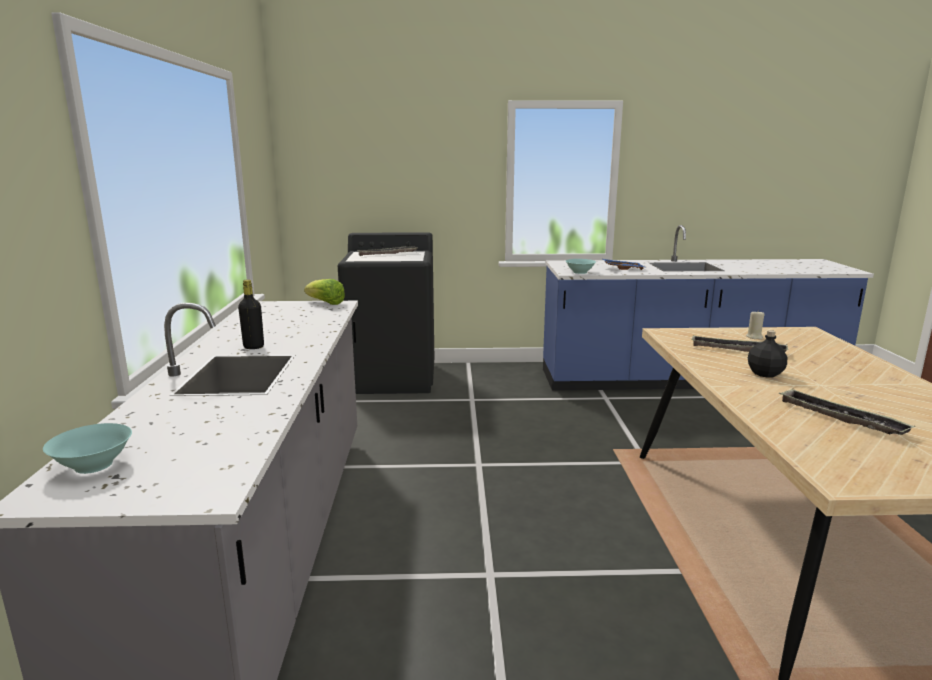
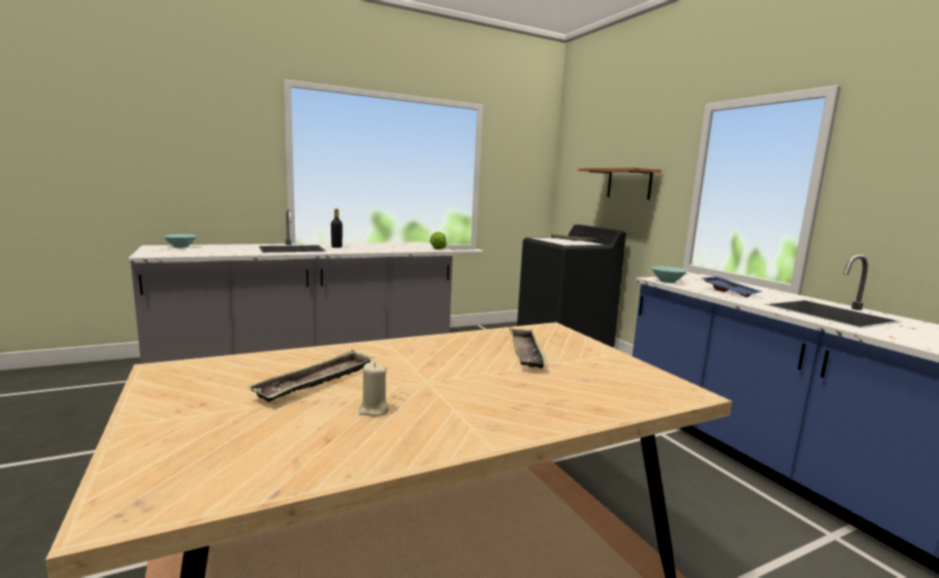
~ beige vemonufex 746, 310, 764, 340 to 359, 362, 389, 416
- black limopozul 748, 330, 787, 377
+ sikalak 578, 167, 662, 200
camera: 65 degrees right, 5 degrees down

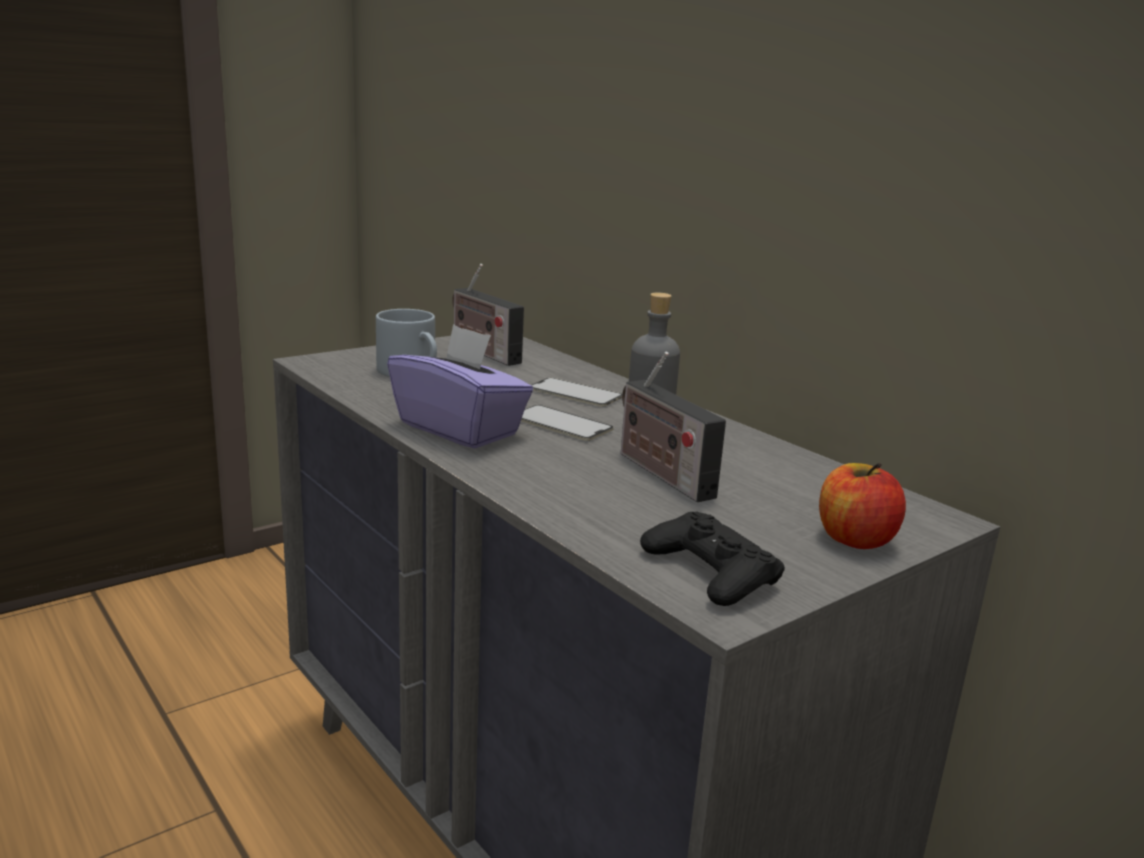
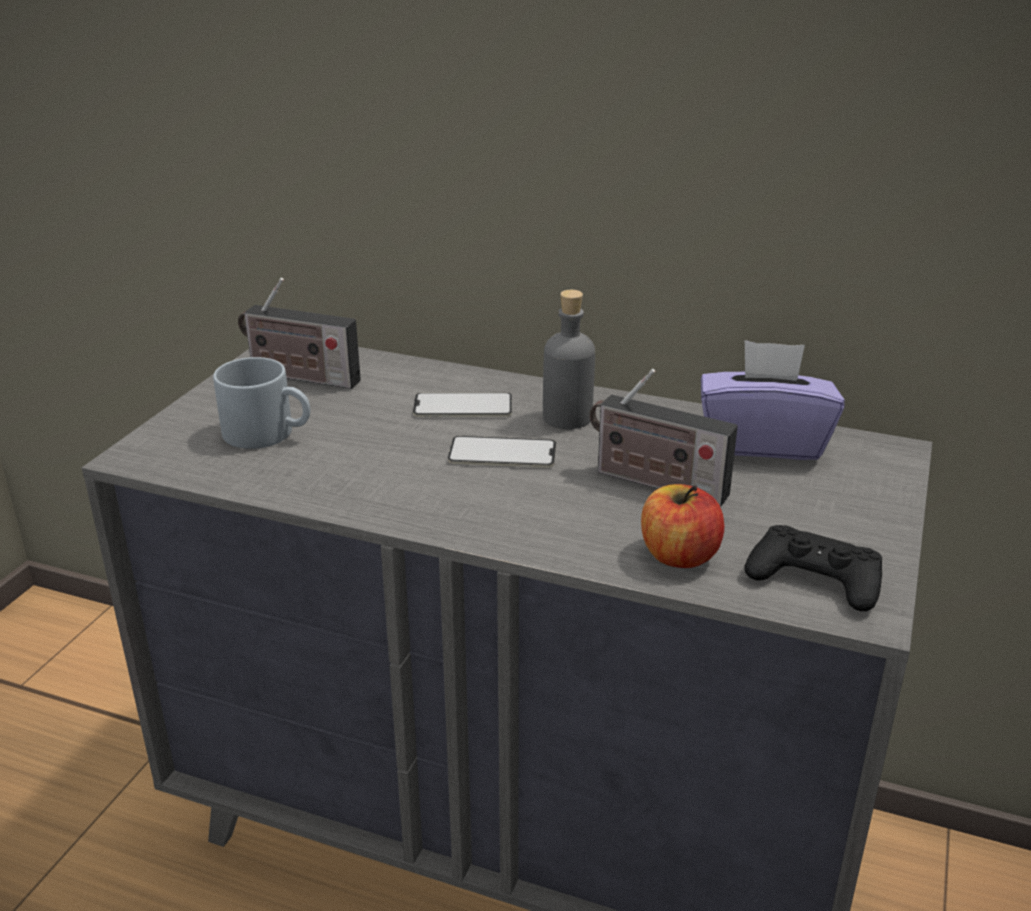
~ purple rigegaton 387, 324, 533, 449 to 701, 340, 845, 460
~ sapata 819, 463, 906, 549 to 641, 484, 724, 568
camera: 30 degrees left, 10 degrees up

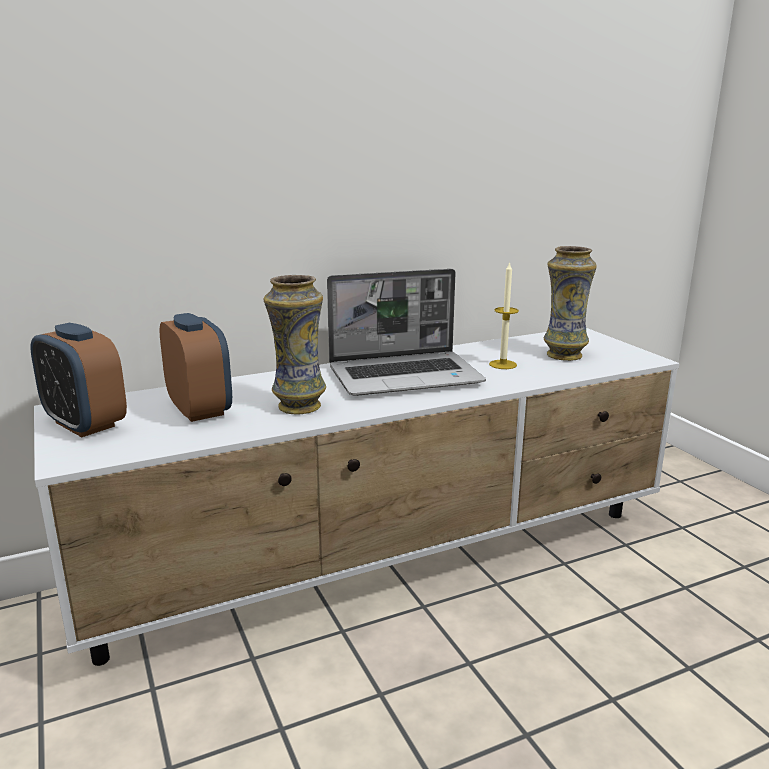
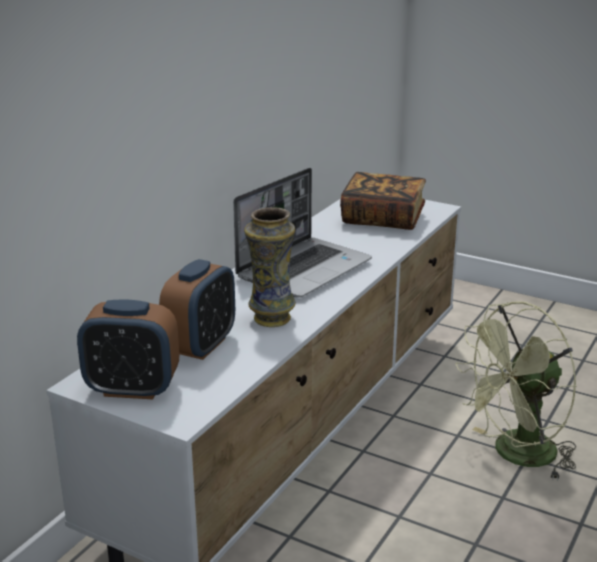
~ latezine 544, 246, 597, 361 to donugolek 340, 172, 426, 230
- vemonufex 489, 261, 519, 369
~ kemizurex 160, 313, 232, 422 = 159, 259, 235, 360 90 degrees clockwise
+ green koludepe 456, 301, 577, 481
camera: 35 degrees left, 5 degrees up

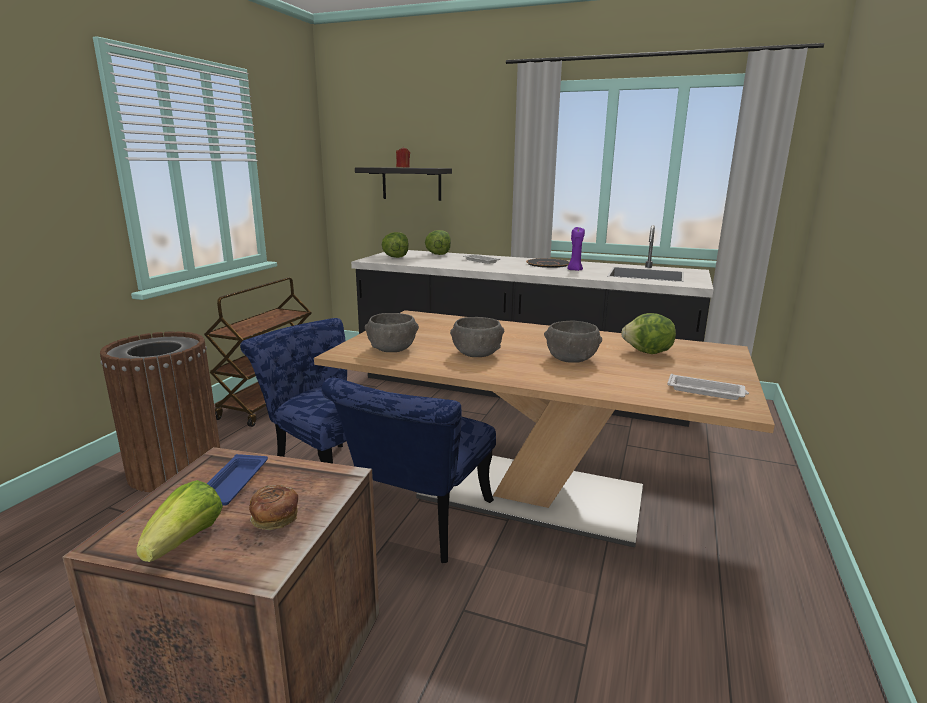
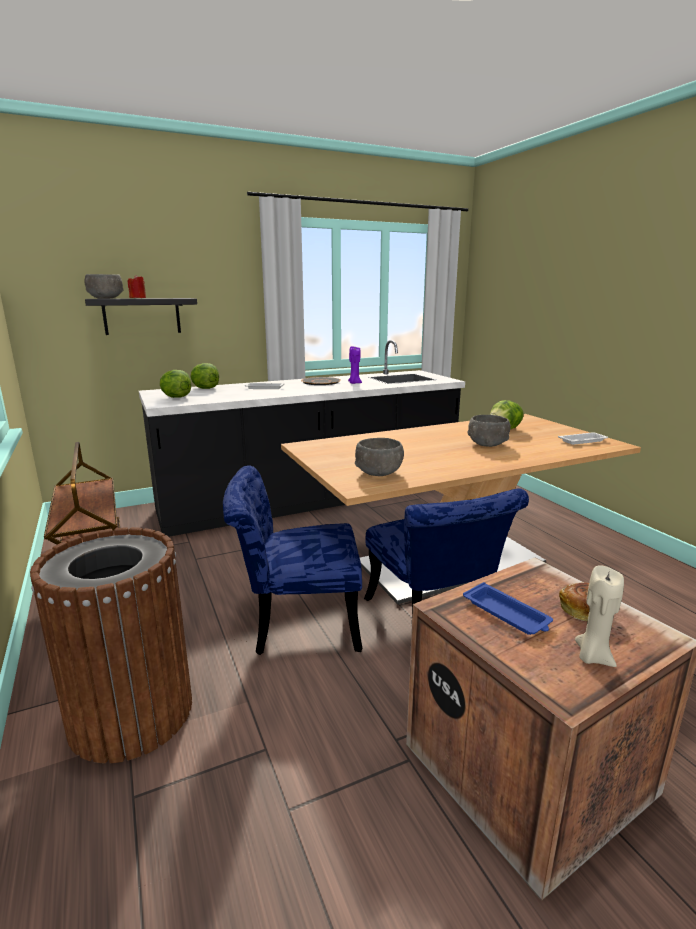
~ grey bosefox 450, 317, 504, 357 to 85, 274, 124, 299
~ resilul 136, 480, 223, 562 to beige vemonufex 575, 565, 624, 667
camera: 45 degrees left, 0 degrees up

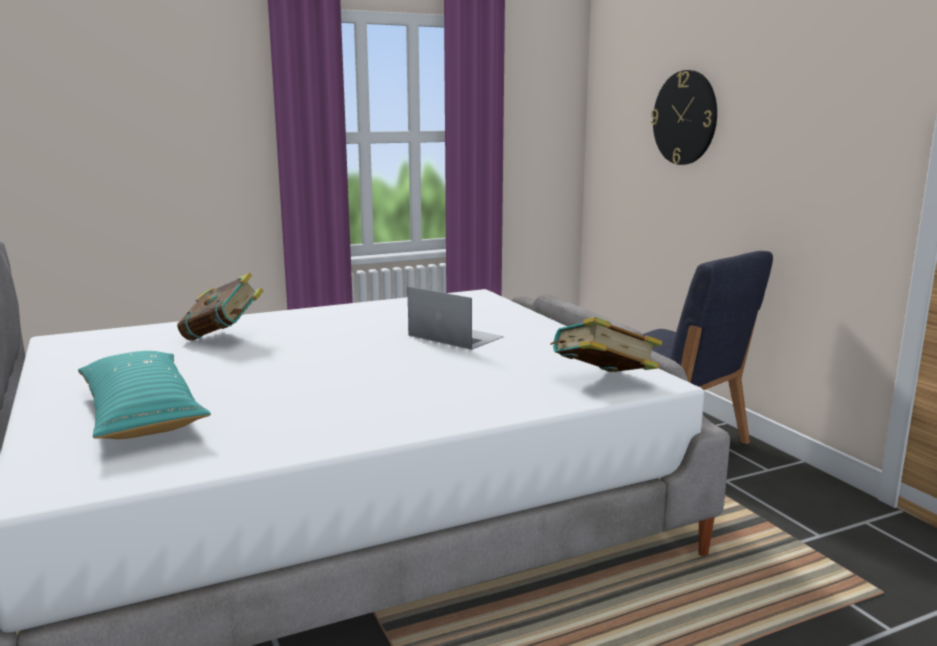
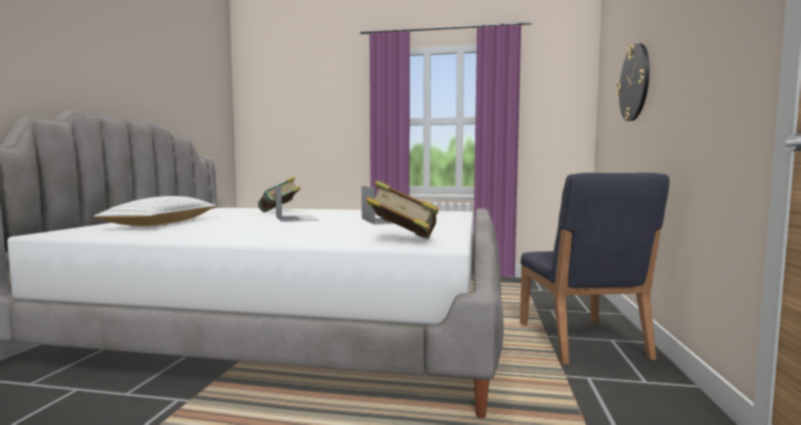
~ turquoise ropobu 78, 351, 211, 439 to white ropobu 94, 196, 217, 226
+ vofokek 275, 185, 319, 222
camera: 35 degrees right, 10 degrees down

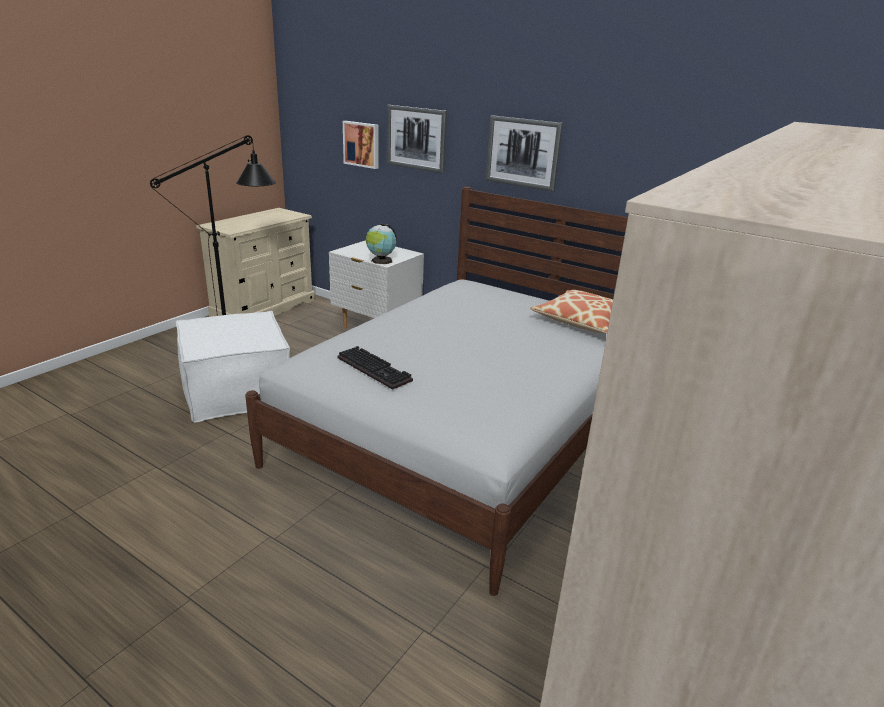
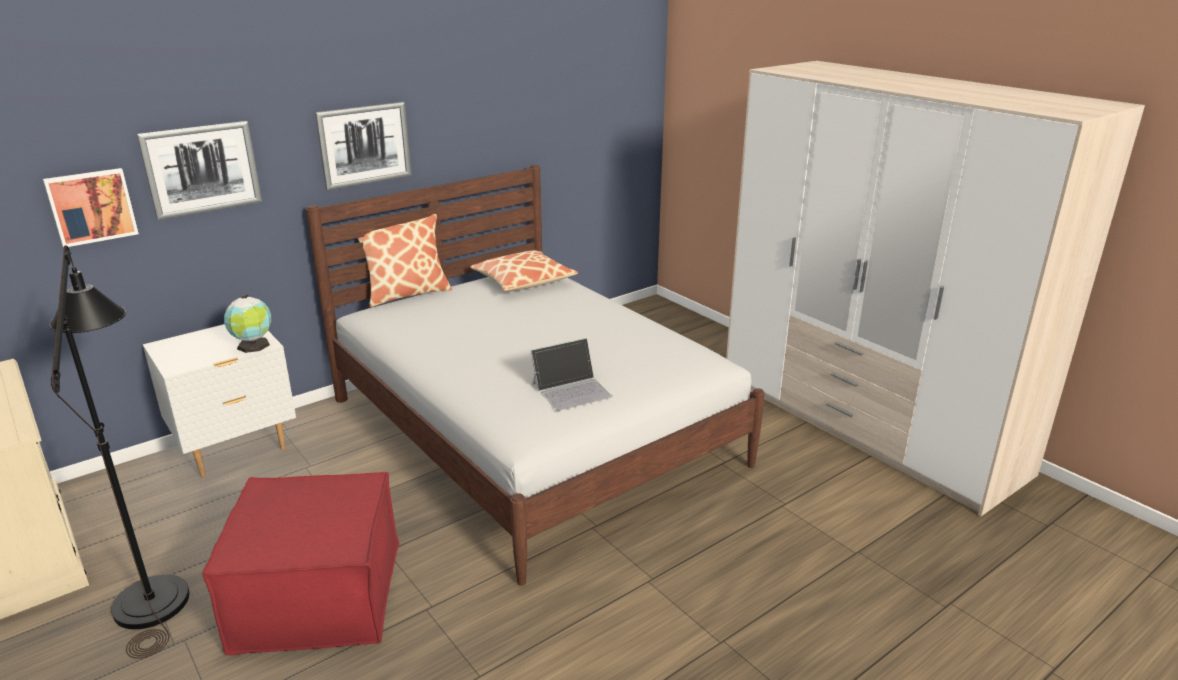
~ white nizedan 176, 311, 290, 423 to red nizedan 202, 472, 399, 656
~ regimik 337, 346, 413, 390 to vofokek 531, 338, 612, 411
+ ropobu 358, 214, 452, 307
camera: 70 degrees left, 0 degrees up

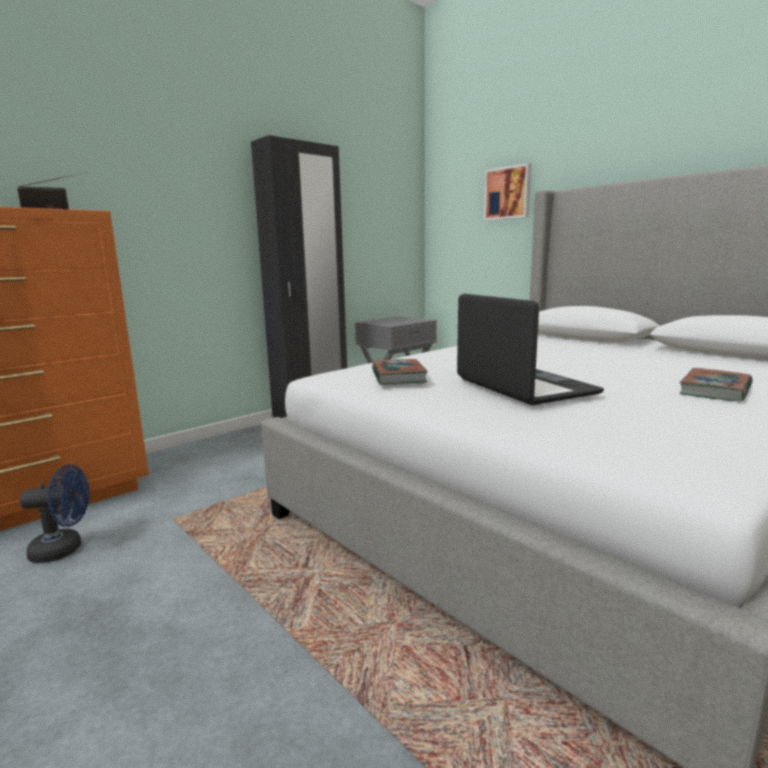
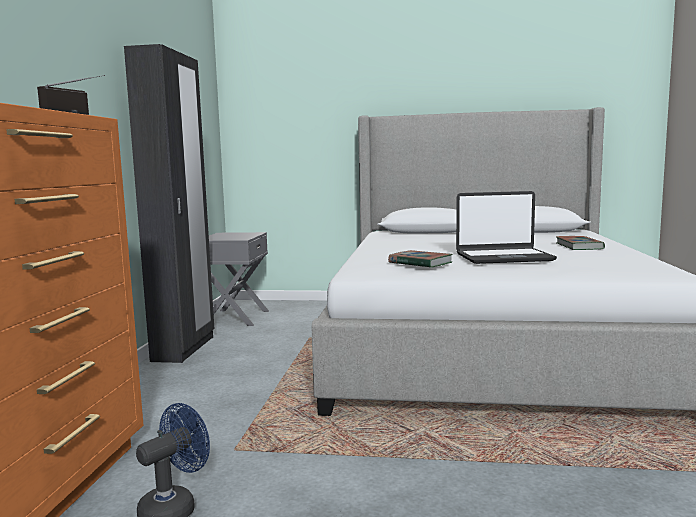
- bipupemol 484, 163, 531, 221
~ vofokek 457, 294, 604, 405 = 456, 191, 557, 264 150 degrees clockwise
camera: 40 degrees left, 5 degrees down

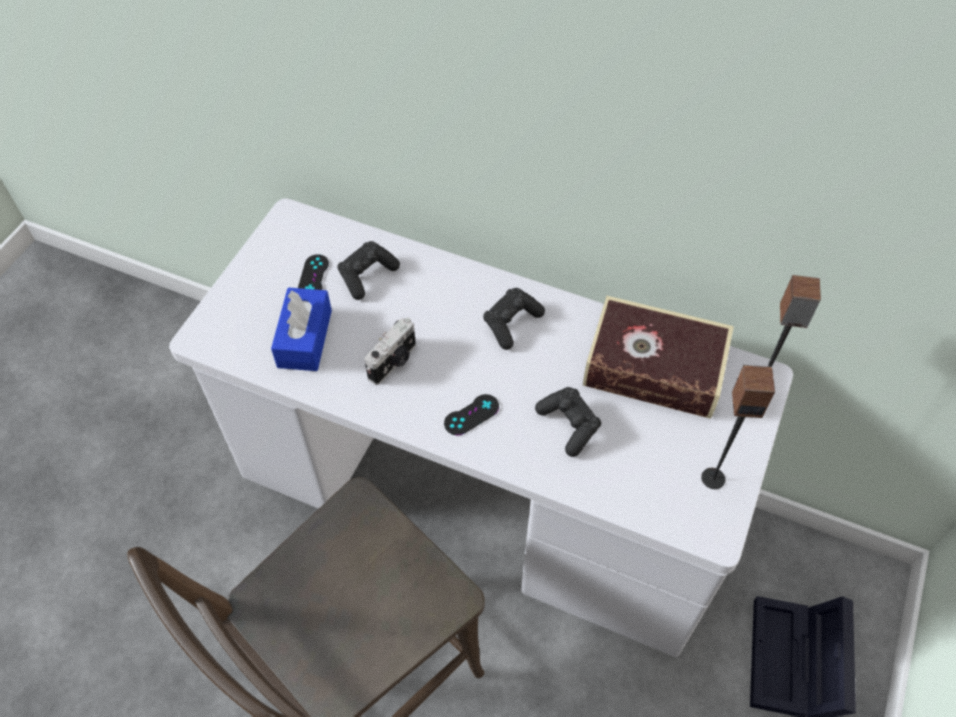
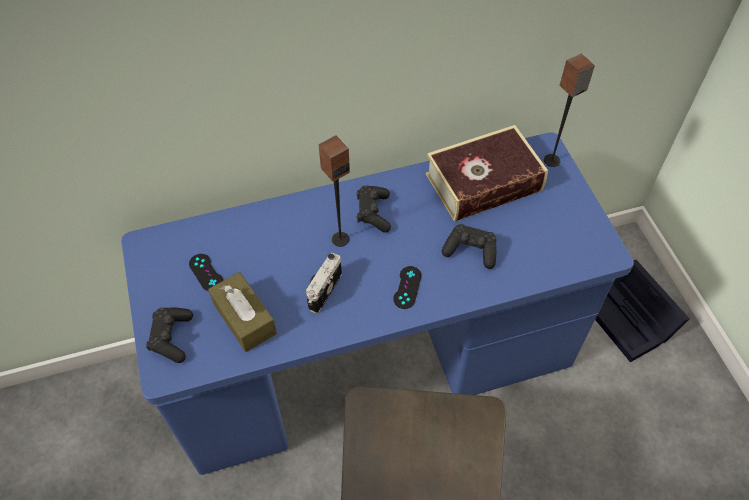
~ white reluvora 169, 198, 793, 657 to blue reluvora 122, 132, 634, 475
~ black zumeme 337, 241, 400, 300 to 146, 308, 193, 363
~ blue rigegaton 271, 287, 332, 371 to brown rigegaton 208, 272, 277, 352
~ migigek 364, 317, 416, 385 = 306, 253, 342, 314 150 degrees counterclockwise
~ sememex 701, 365, 775, 489 to 319, 135, 350, 247
camera: 40 degrees left, 0 degrees up

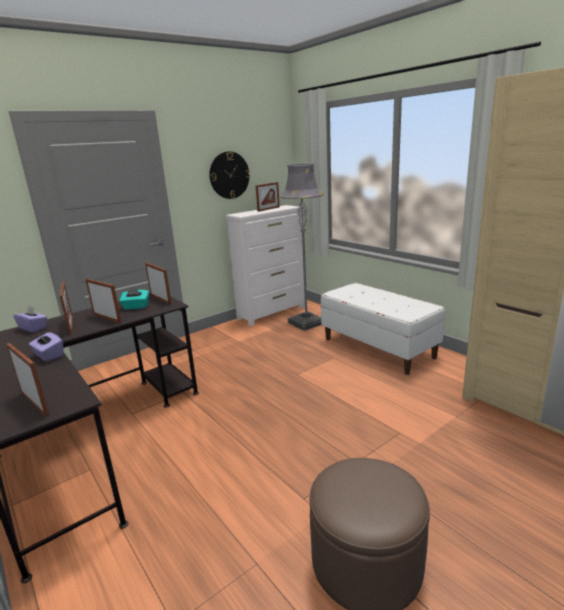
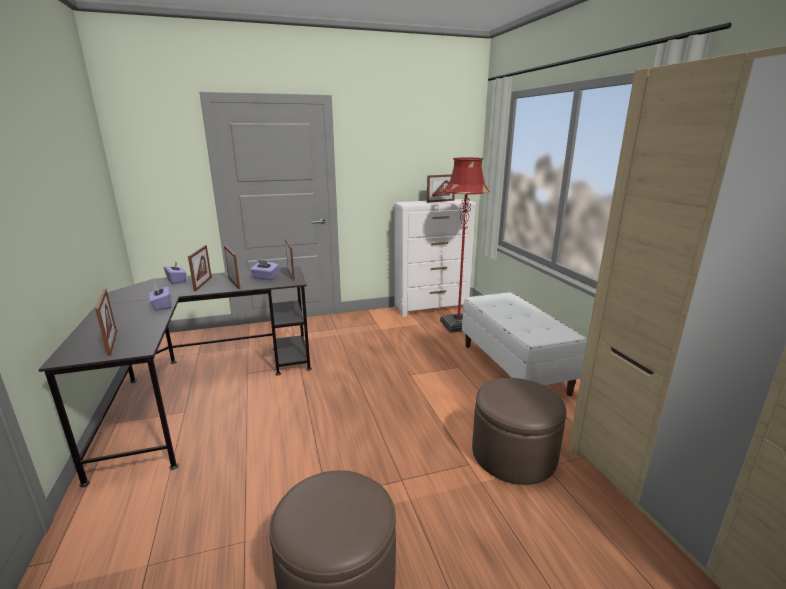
- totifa 209, 151, 250, 199
~ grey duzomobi 281, 164, 323, 331 to red duzomobi 440, 158, 490, 333
~ turquoise rigegaton 119, 288, 149, 310 to purple rigegaton 250, 260, 279, 280
+ brown nizedan 472, 378, 566, 485
camera: 20 degrees right, 0 degrees up

